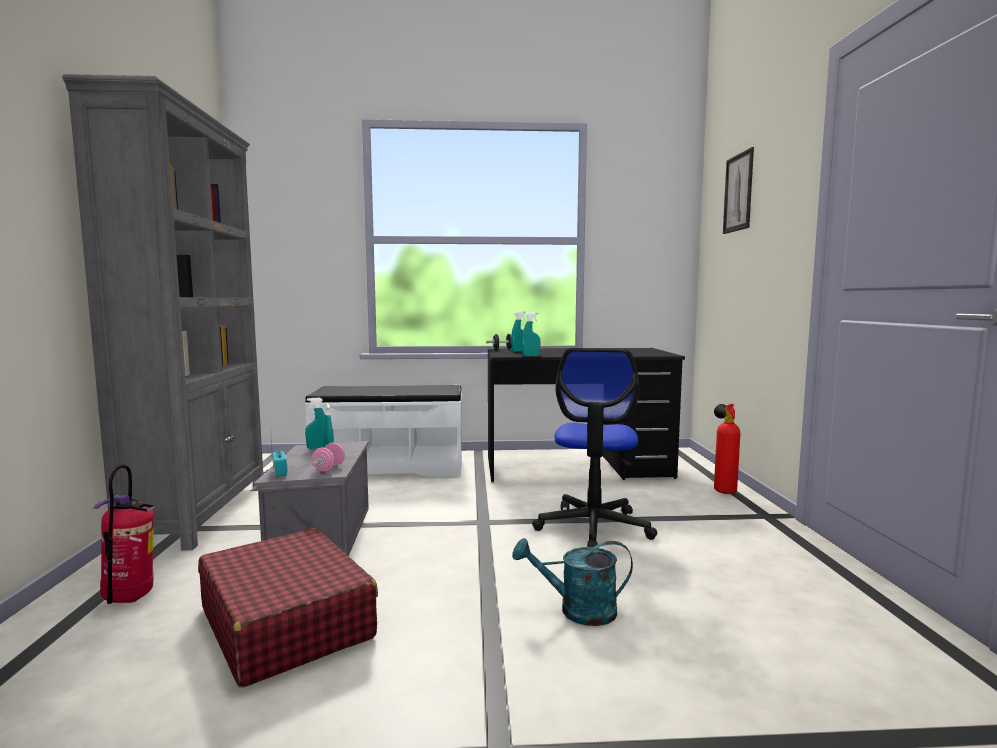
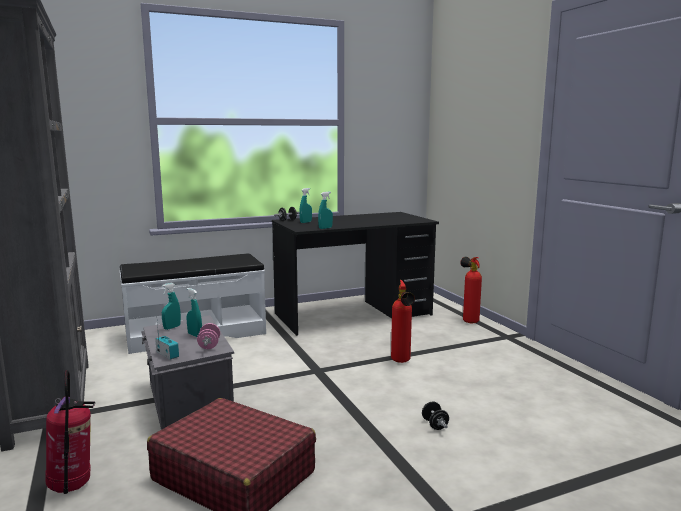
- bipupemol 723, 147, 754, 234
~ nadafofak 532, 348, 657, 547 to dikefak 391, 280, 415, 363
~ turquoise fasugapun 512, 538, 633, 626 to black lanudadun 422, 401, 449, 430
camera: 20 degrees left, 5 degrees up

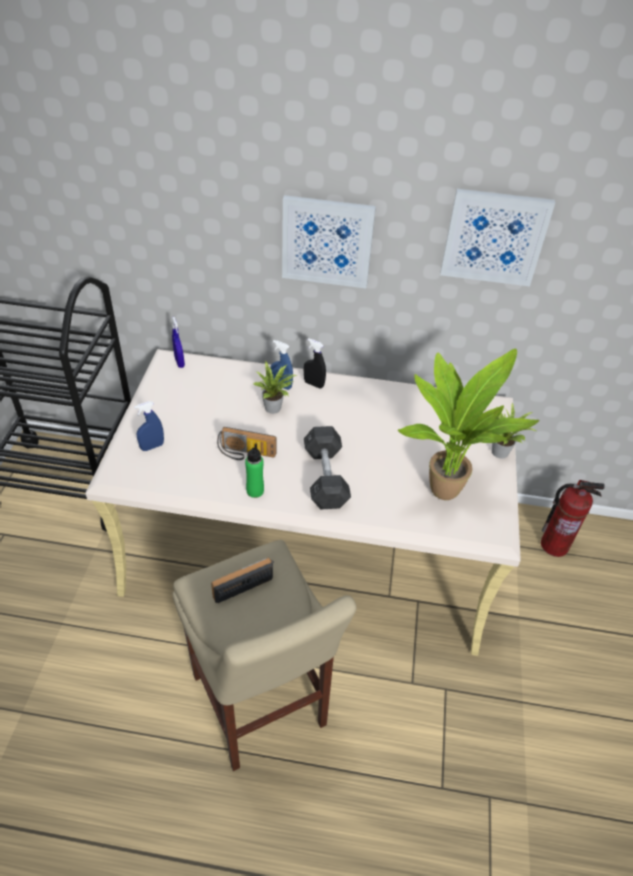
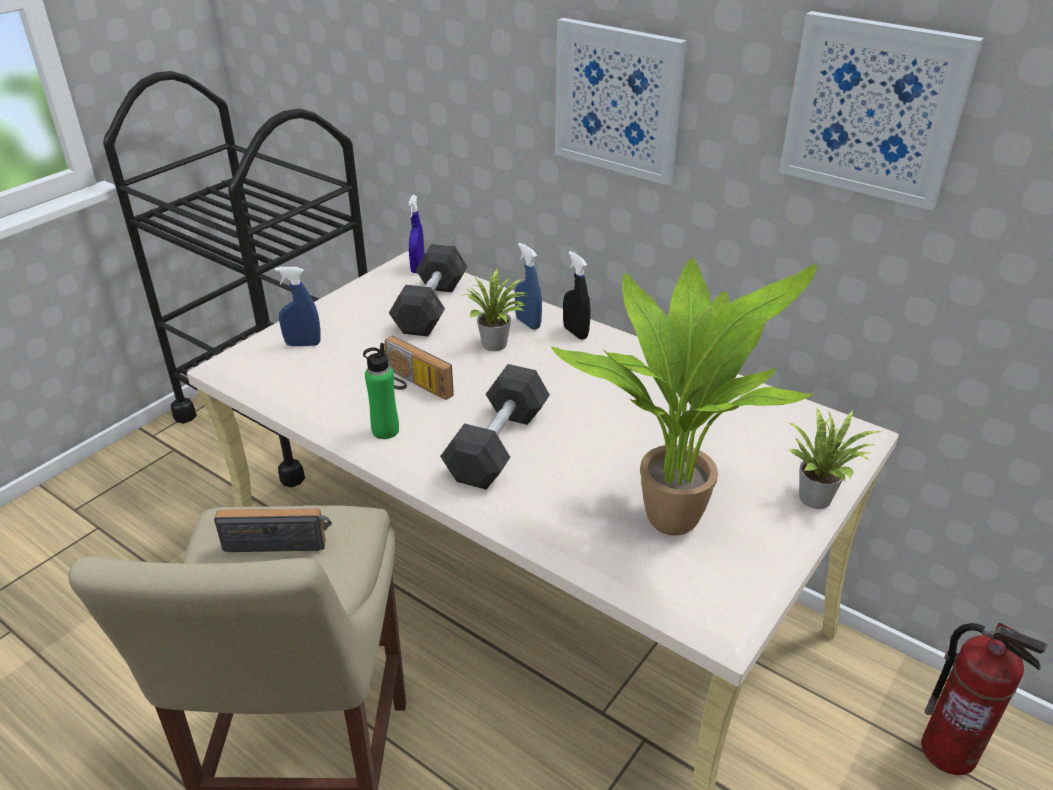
+ grey lanudadun 389, 244, 468, 336
camera: 30 degrees right, 10 degrees down

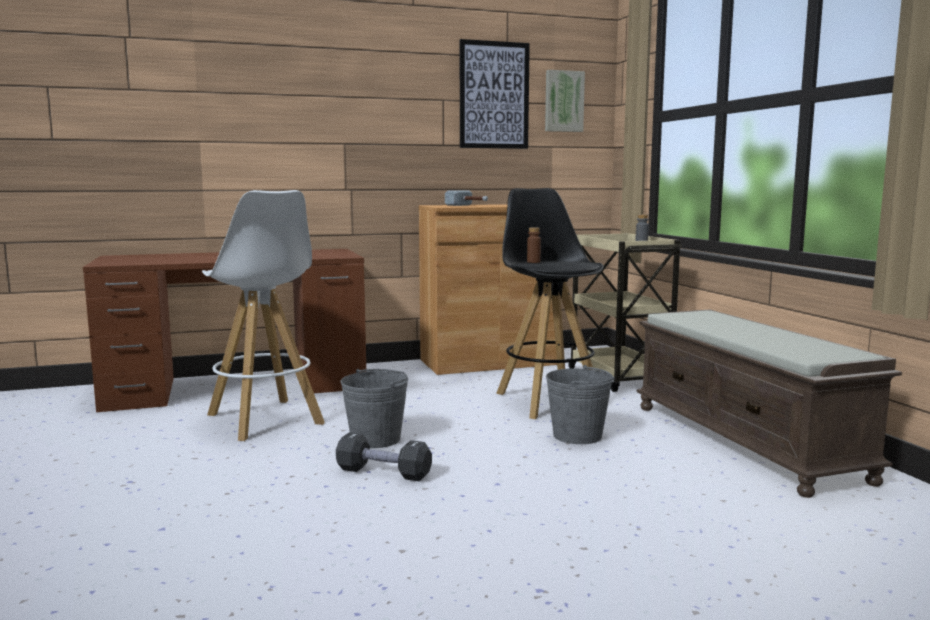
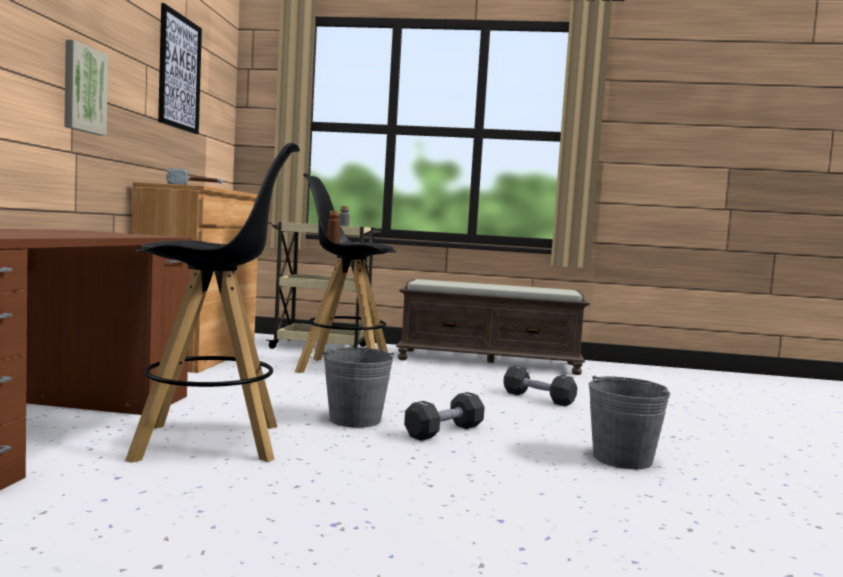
~ bipupemol 545, 70, 585, 132 to 64, 40, 108, 136
~ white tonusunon 202, 190, 325, 441 to black tonusunon 125, 143, 300, 463
~ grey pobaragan 546, 365, 614, 444 to 588, 376, 670, 469
+ black lanudadun 504, 366, 577, 406
camera: 65 degrees left, 5 degrees down

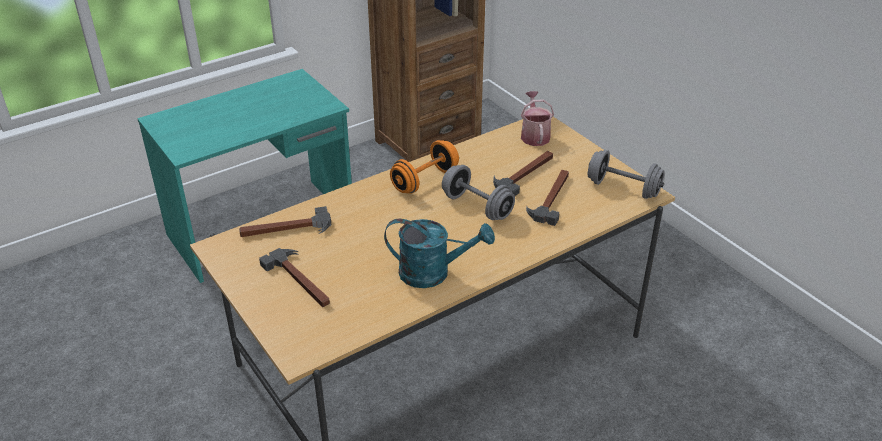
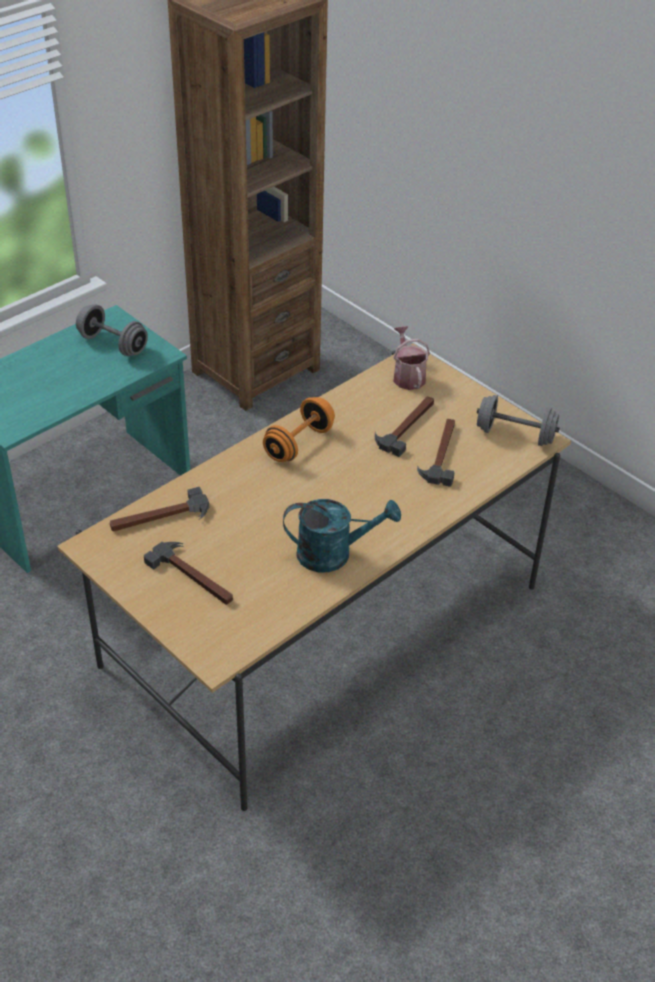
~ grey lanudadun 442, 165, 515, 220 to 76, 304, 148, 356
camera: 10 degrees left, 5 degrees up

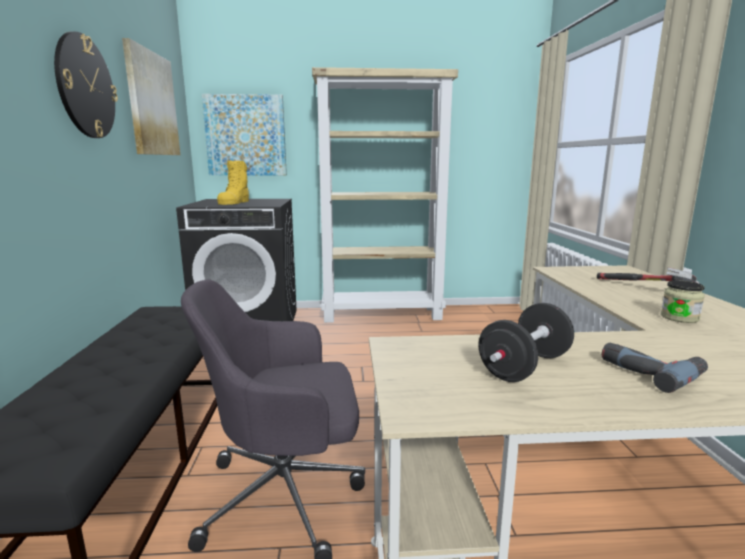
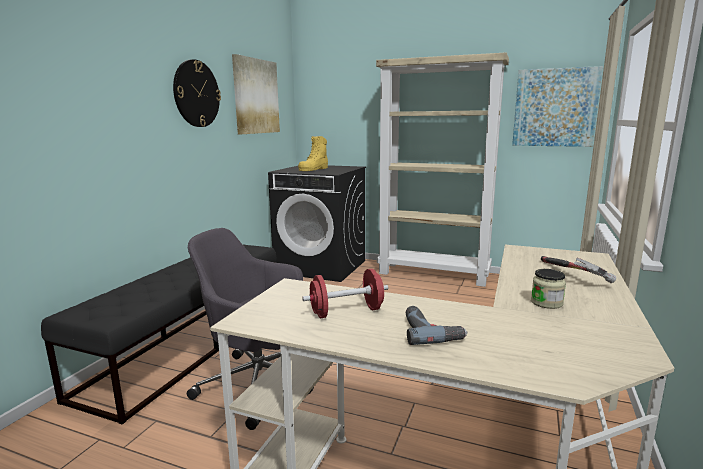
~ bipupemol 202, 94, 287, 176 to 512, 66, 603, 147
~ black lanudadun 479, 303, 574, 382 to red lanudadun 302, 269, 388, 318
camera: 25 degrees right, 0 degrees up

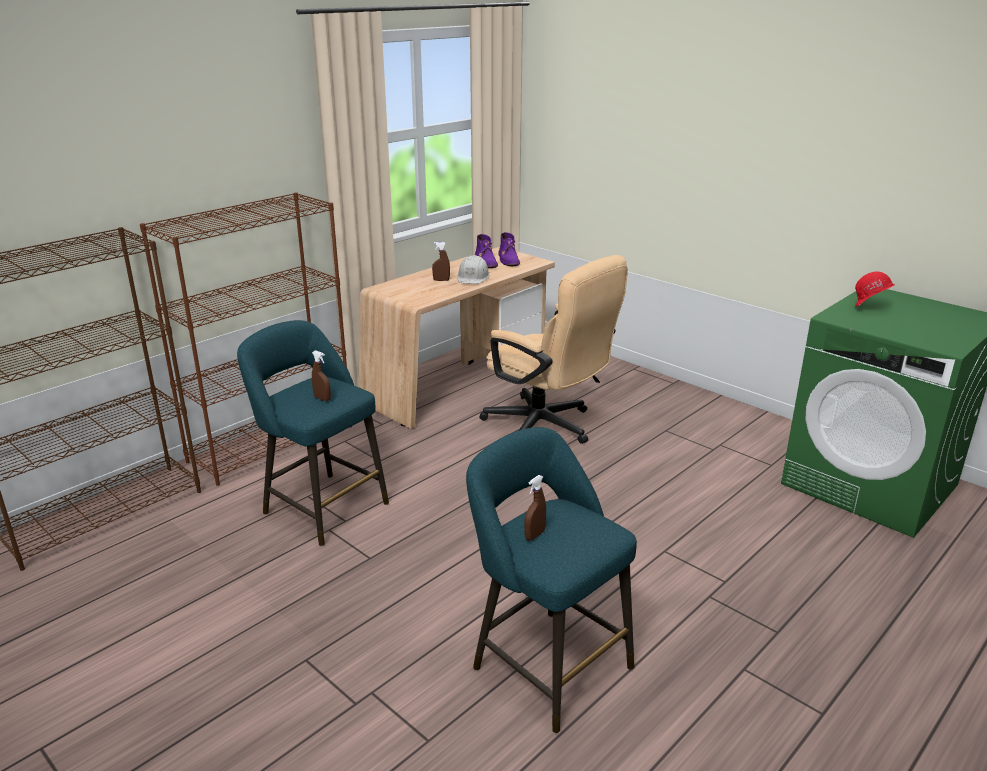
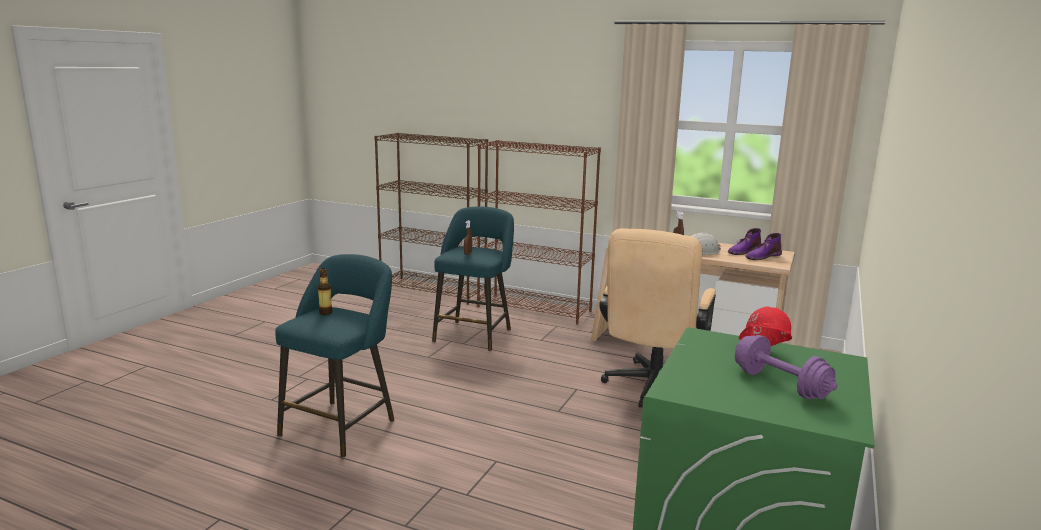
~ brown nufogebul 524, 475, 546, 541 to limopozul 318, 268, 332, 315
+ purple lanudadun 735, 335, 837, 399
camera: 70 degrees right, 10 degrees down

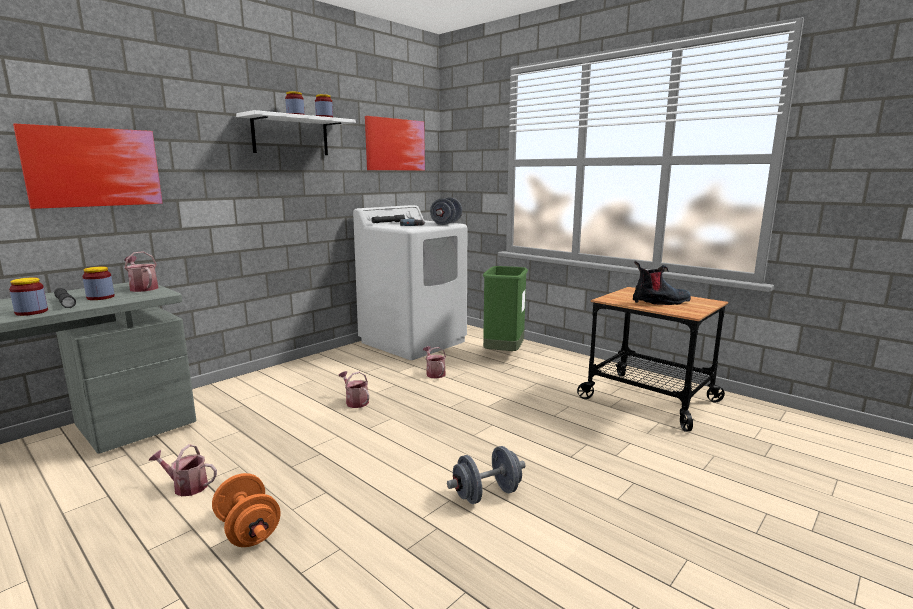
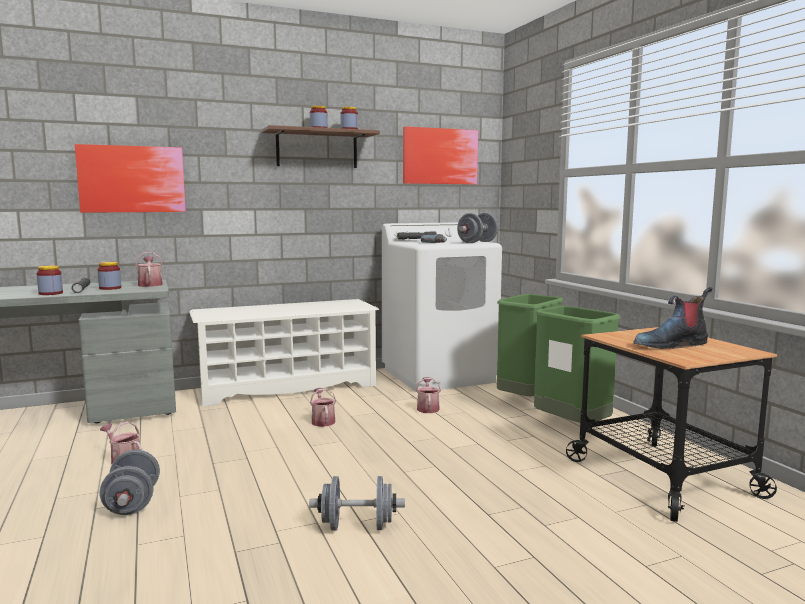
~ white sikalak 236, 110, 356, 155 to brown sikalak 262, 125, 380, 168
~ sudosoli 633, 261, 691, 305 = 633, 287, 712, 349 150 degrees clockwise
~ orange lanudadun 212, 473, 281, 547 to grey lanudadun 99, 450, 160, 515
+ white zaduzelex 189, 299, 379, 407
+ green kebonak 534, 306, 621, 423
camera: 25 degrees right, 5 degrees down

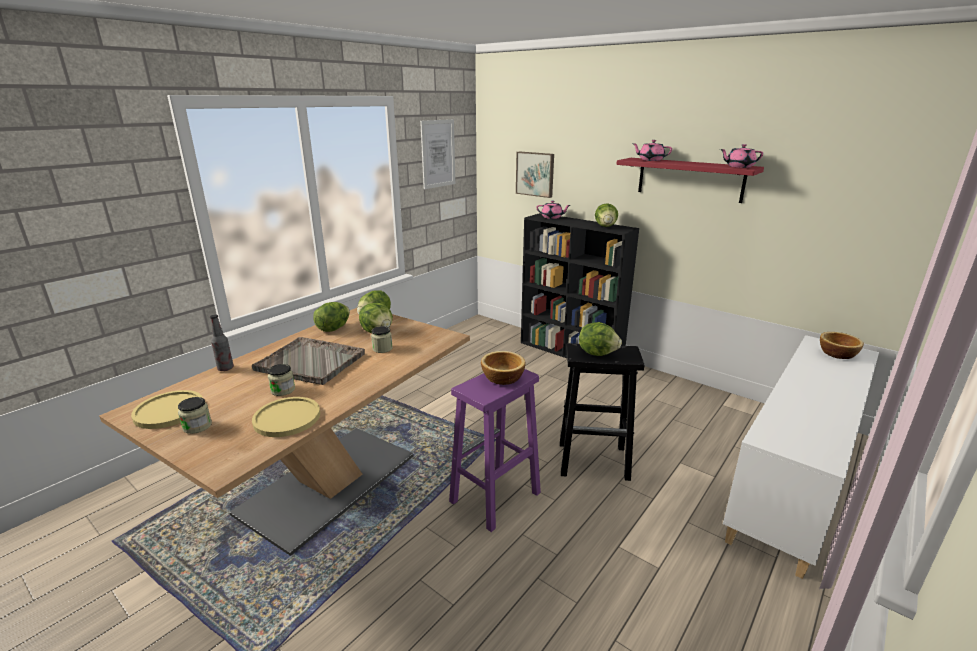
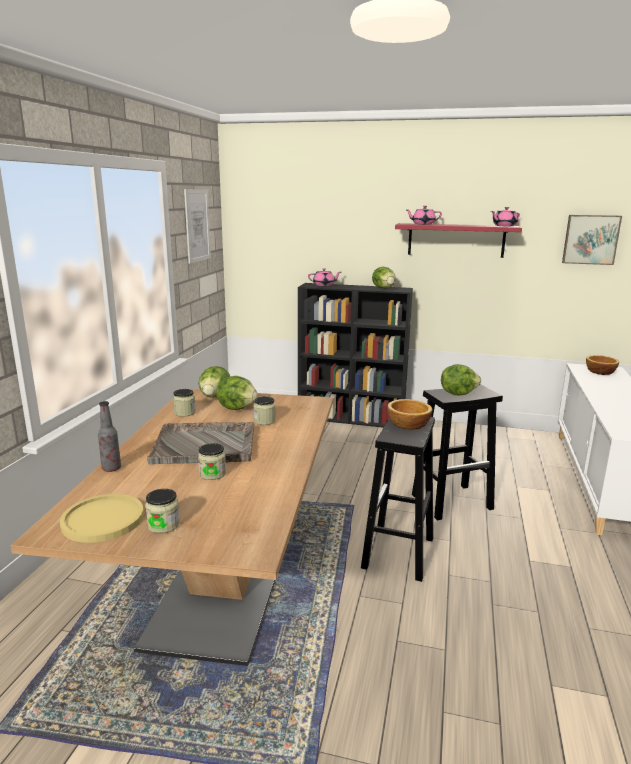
~ bipupemol 516, 151, 554, 198 to 562, 215, 622, 265
~ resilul 313, 302, 350, 332 to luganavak 173, 389, 196, 417
~ purple tonusunon 449, 369, 541, 532 to black tonusunon 361, 417, 435, 582
- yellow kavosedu 252, 397, 320, 437
camera: 25 degrees left, 5 degrees down

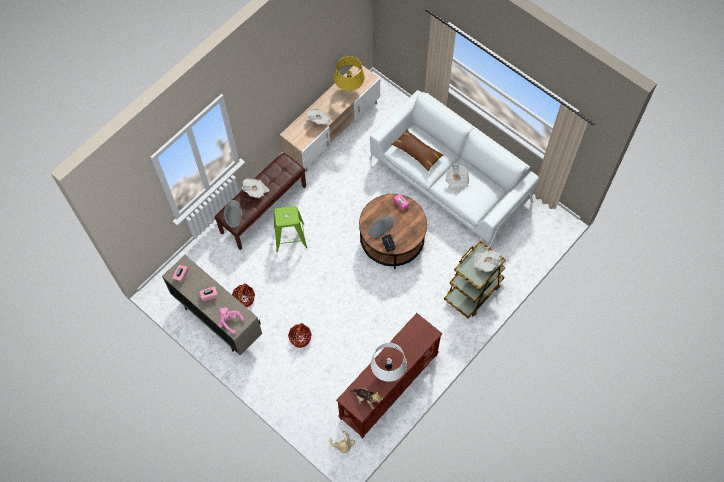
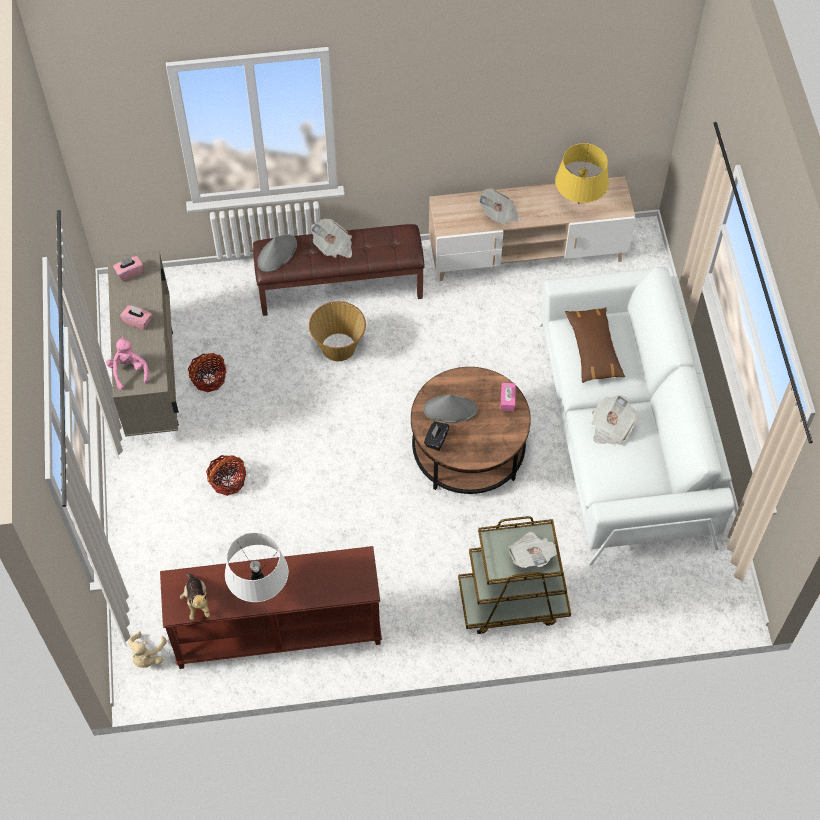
~ green tonusunon 274, 206, 307, 252 to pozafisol 309, 301, 366, 361
camera: 40 degrees right, 5 degrees down

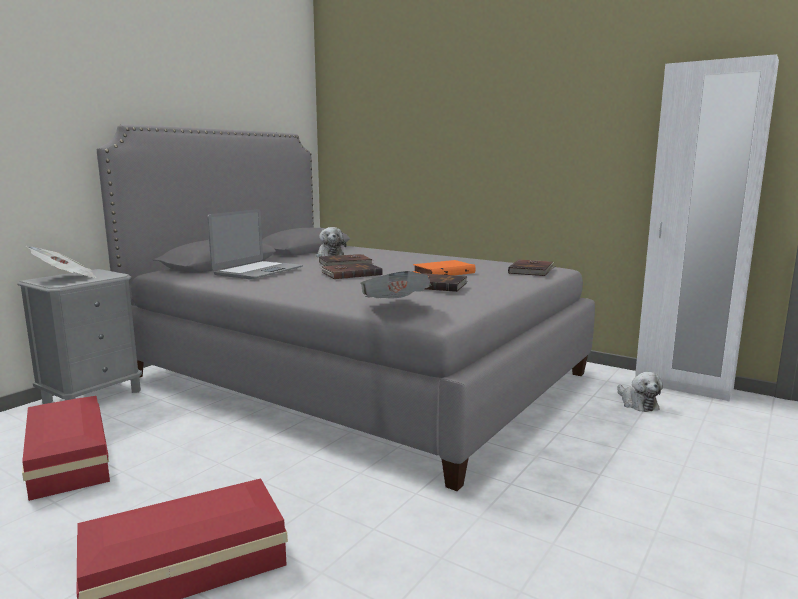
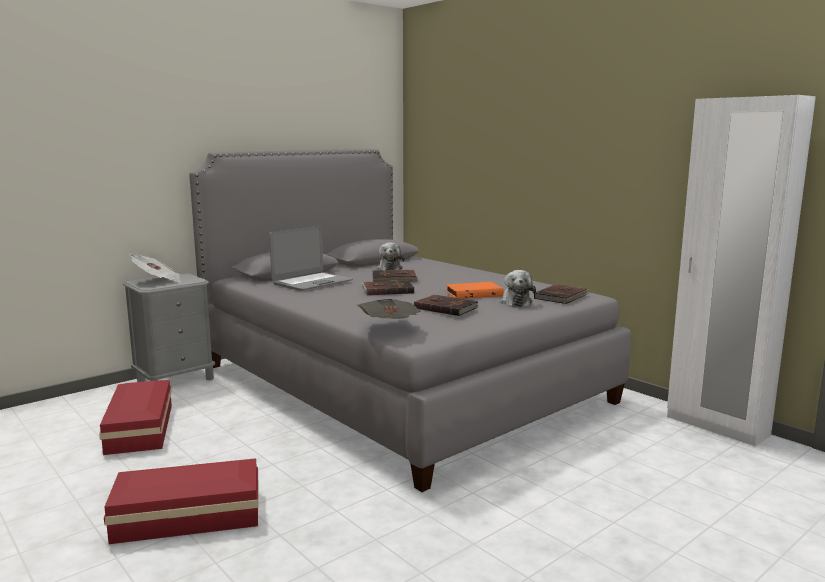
~ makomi 618, 372, 663, 412 to 500, 270, 536, 307
camera: 15 degrees right, 0 degrees up

